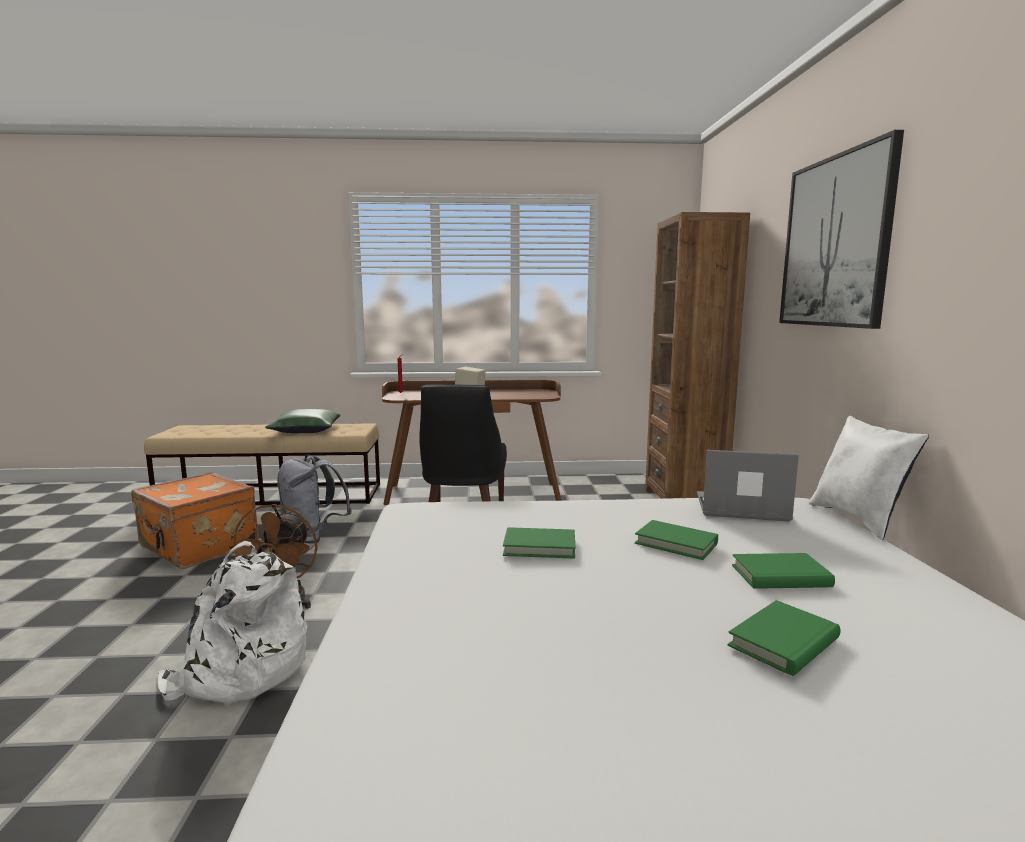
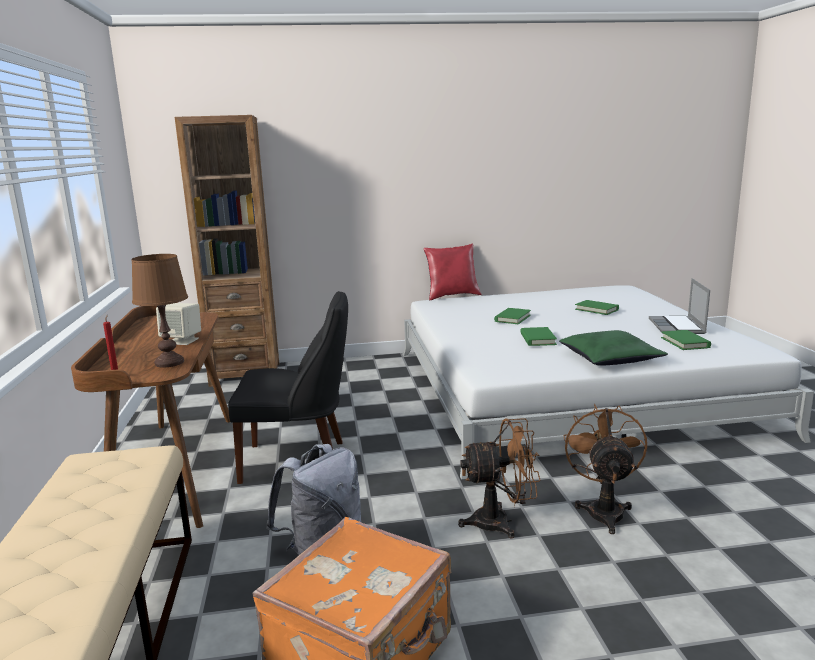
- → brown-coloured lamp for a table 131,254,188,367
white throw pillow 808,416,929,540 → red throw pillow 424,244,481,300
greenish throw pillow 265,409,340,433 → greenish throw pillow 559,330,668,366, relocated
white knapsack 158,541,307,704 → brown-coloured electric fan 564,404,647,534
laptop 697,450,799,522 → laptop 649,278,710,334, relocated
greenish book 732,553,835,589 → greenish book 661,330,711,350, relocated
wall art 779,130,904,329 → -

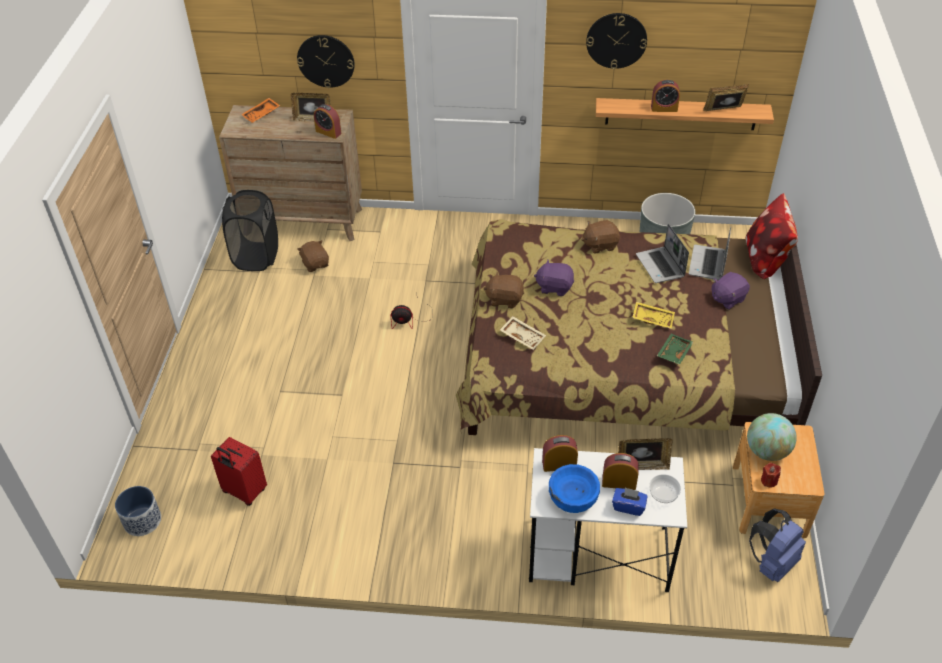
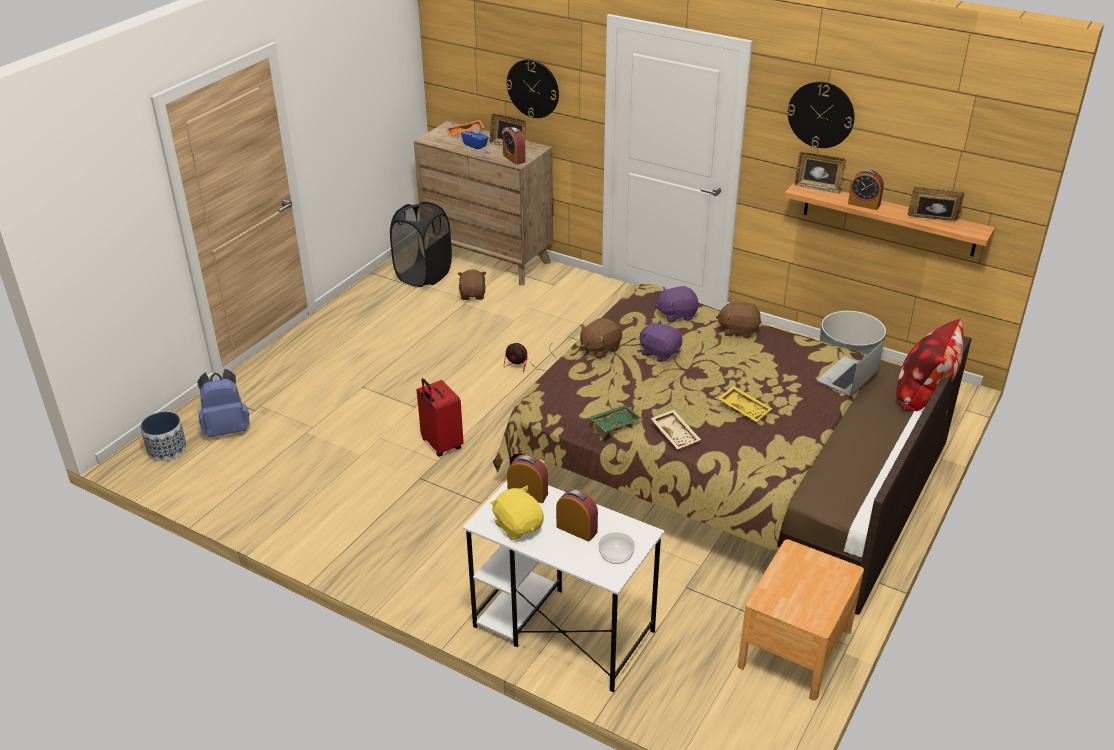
bluish knapsack 749,508,806,582 → bluish knapsack 197,369,250,437, relocated
red suitcase 211,437,267,506 → red suitcase 417,378,464,457, relocated
bluish tissue holder 612,487,648,516 → bluish tissue holder 461,125,489,150, relocated
bluish serving bowl 549,464,600,513 → yellow soft toy 490,485,544,540
brown-coloured soft toy 483,272,524,308 → brown-coloured soft toy 580,318,622,359, 75 degrees counterclockwise
greenish serving tray 657,333,693,365 → greenish serving tray 589,405,643,432, relocated
beige serving tray 500,316,546,350 → beige serving tray 651,410,701,449, relocated
purplish soft toy 712,272,750,310 → purplish soft toy 655,286,699,322, relocated
standing frame 618,438,673,470 → standing frame 795,152,846,194, relocated
laptop 636,224,689,283 → -
desk globe 747,413,797,461 → -
red wax light 761,463,781,487 → -

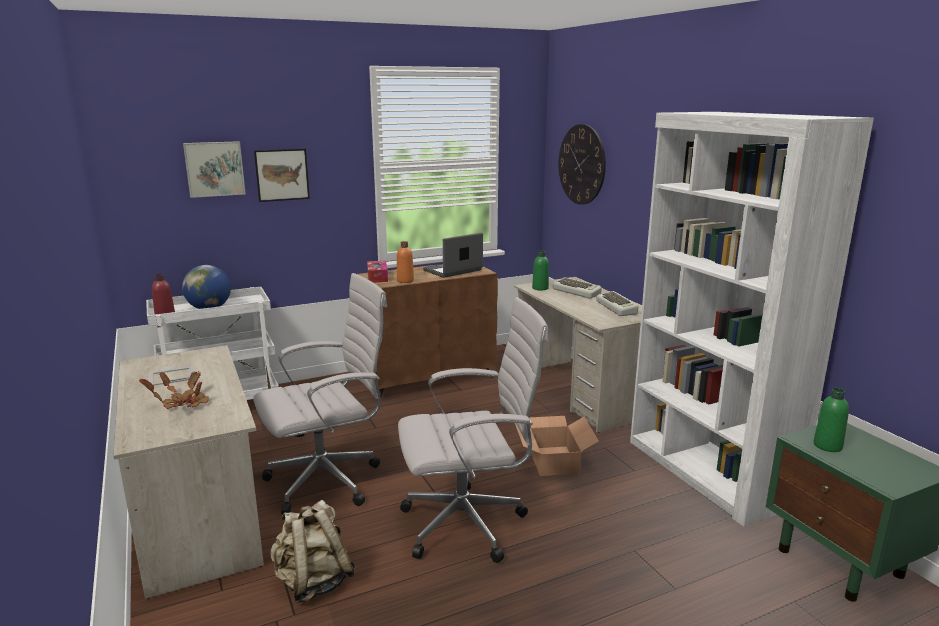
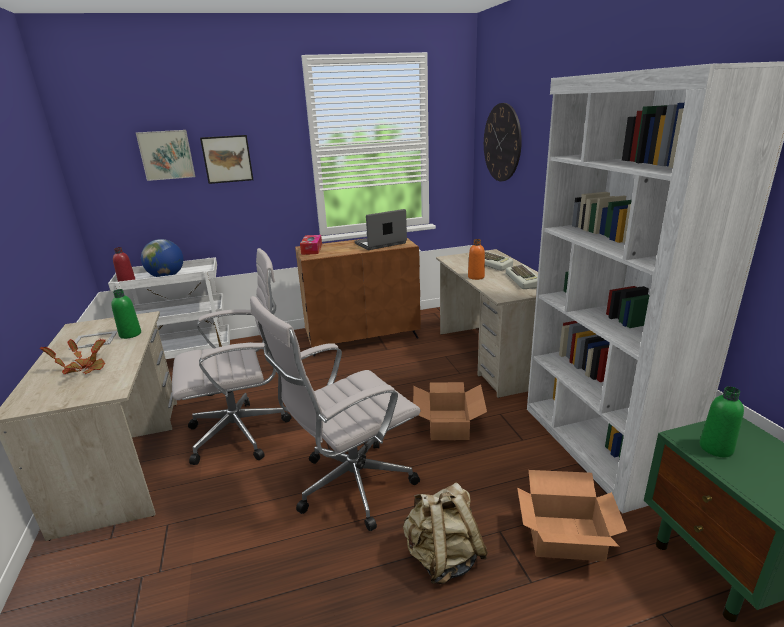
greenish beverage bottle 532,251,549,291 → greenish beverage bottle 111,289,141,339, relocated
white desk chair 398,297,549,563 → white desk chair 250,296,421,531, 150 degrees clockwise
beige knapsack 270,500,356,603 → beige knapsack 403,483,488,584, relocated
orange-coloured beverage bottle 397,241,414,283 → orange-coloured beverage bottle 468,239,485,280, relocated
- → cardboard box 517,470,627,561

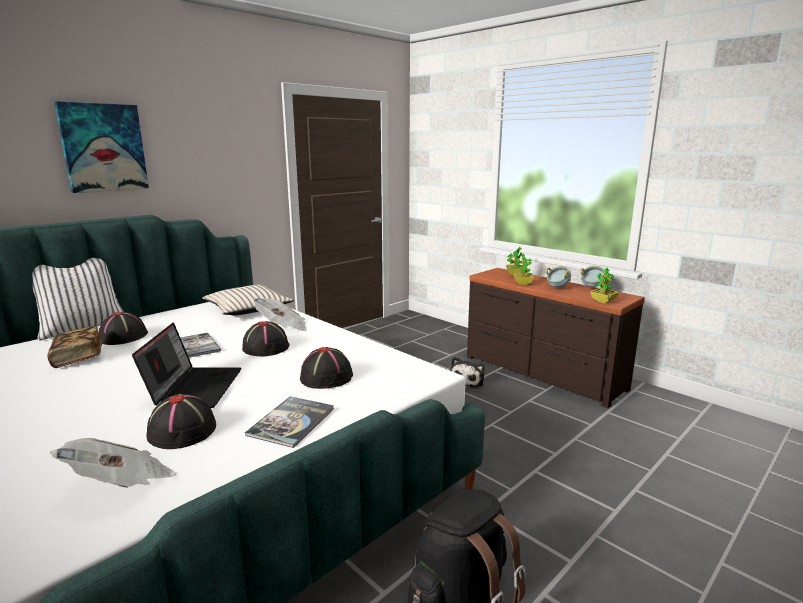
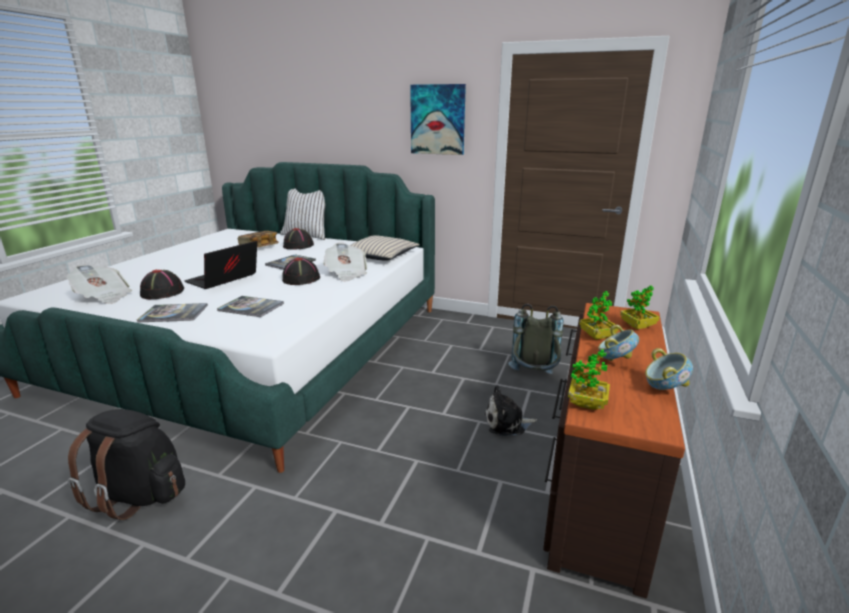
laptop 132,323,242,408 → laptop 184,241,257,289, 150 degrees clockwise
blackish clothing hat 300,347,353,389 → book 217,296,284,317
wall art 54,101,149,193 → wall art 410,84,466,155, relocated
- → grey knapsack 508,304,563,374

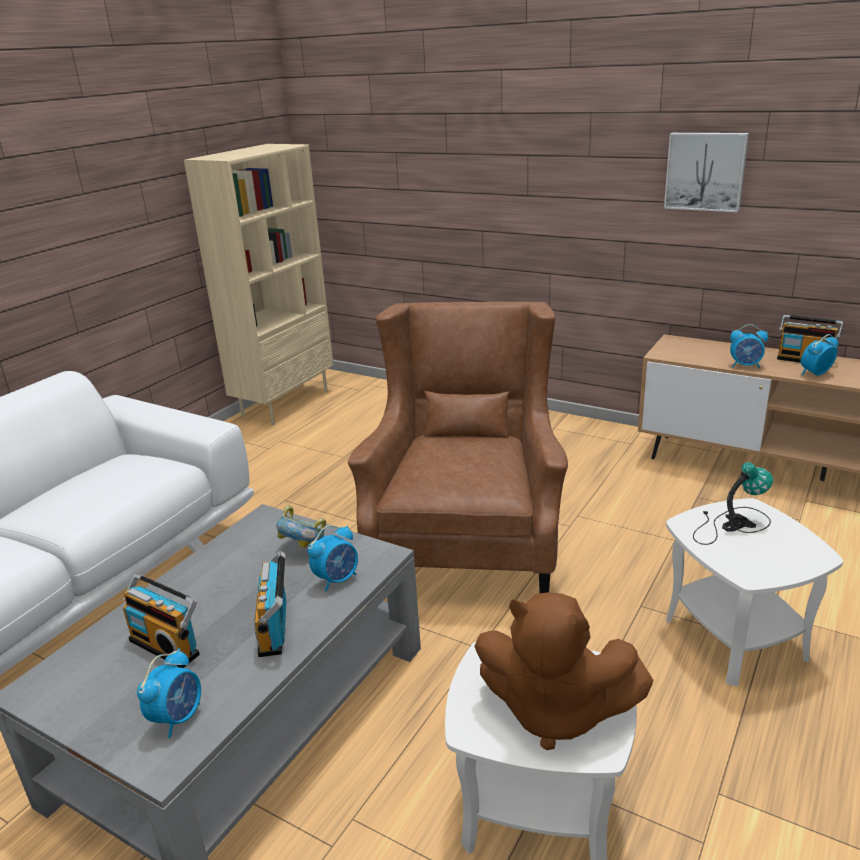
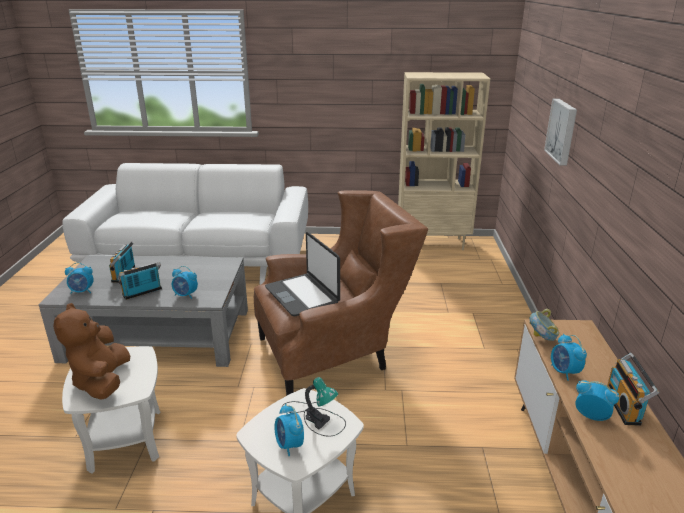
- → laptop 265,232,340,316
- → alarm clock 274,404,304,456
serving bowl 276,505,326,548 → serving bowl 529,309,559,341, relocated
wall art 664,133,749,212 → wall art 544,99,577,166, relocated

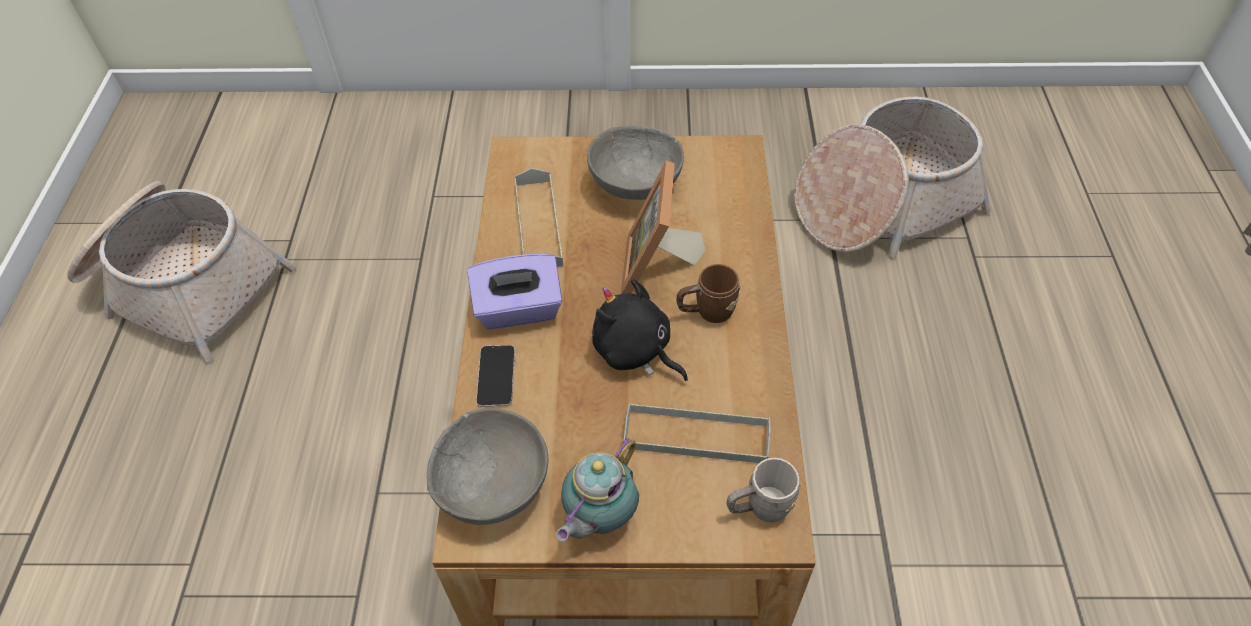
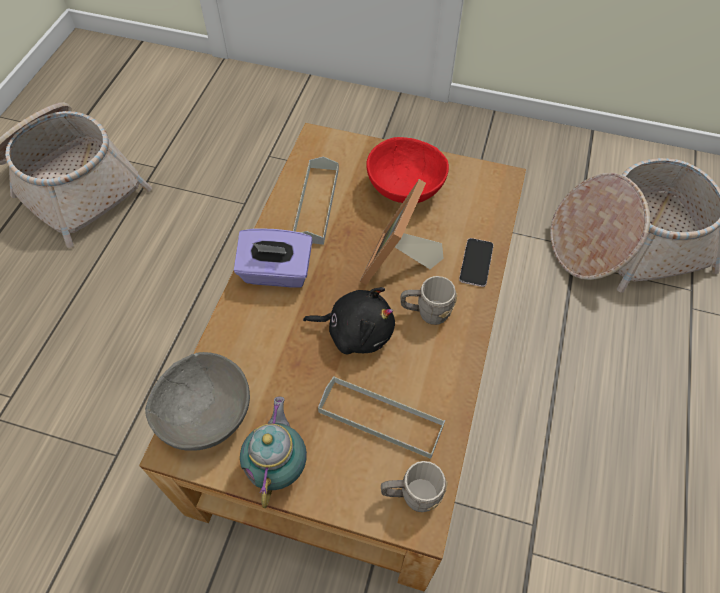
pot for tea 556,437,639,542 → pot for tea 240,397,307,508, 135 degrees clockwise
blackish soft toy 592,279,688,381 → blackish soft toy 303,287,395,355, 135 degrees clockwise
grey serving bowl 587,126,684,200 → red serving bowl 366,137,449,203
brown-coloured tea mug 677,264,741,323 → grey tea mug 401,276,457,325
telephone 476,345,515,407 → telephone 459,238,494,287, relocated

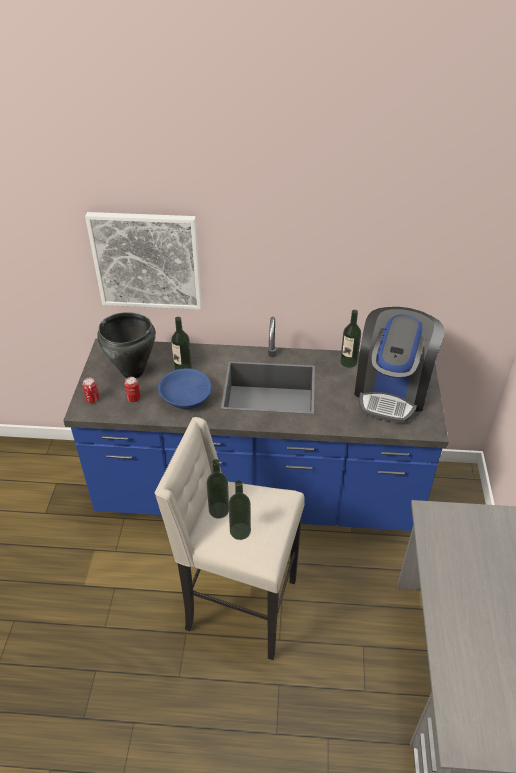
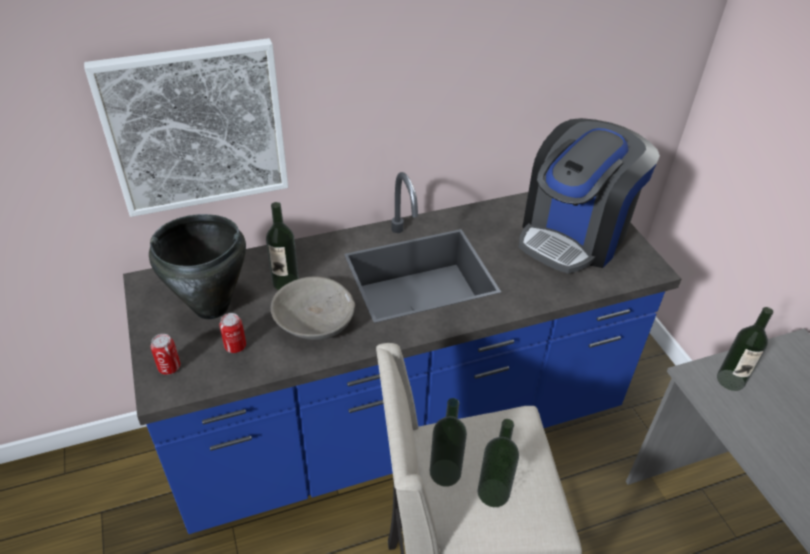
bluish serving bowl 158,368,212,409 → grey serving bowl 271,276,355,340
coffee machine 354,307,445,423 → coffee machine 519,118,660,273, 45 degrees clockwise
beverage bottle 340,310,361,368 → beverage bottle 717,307,773,391, relocated

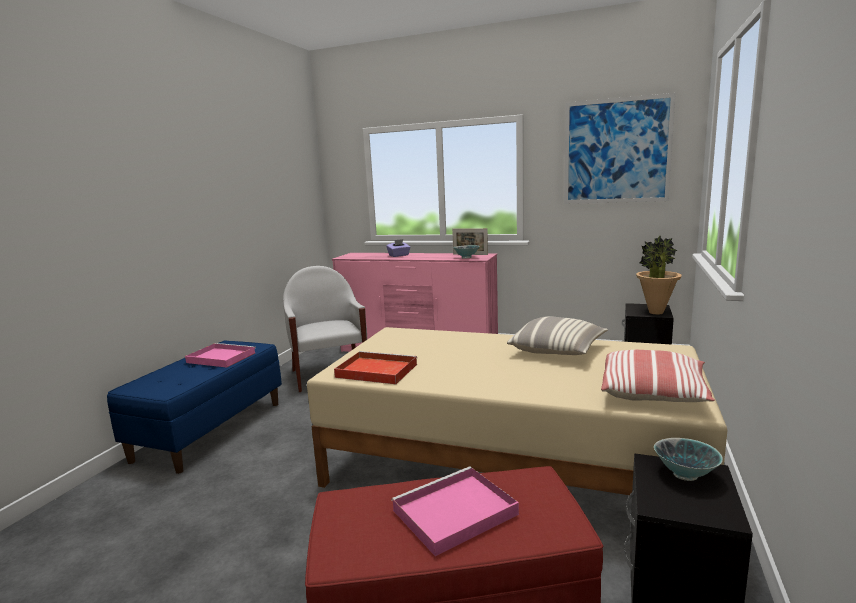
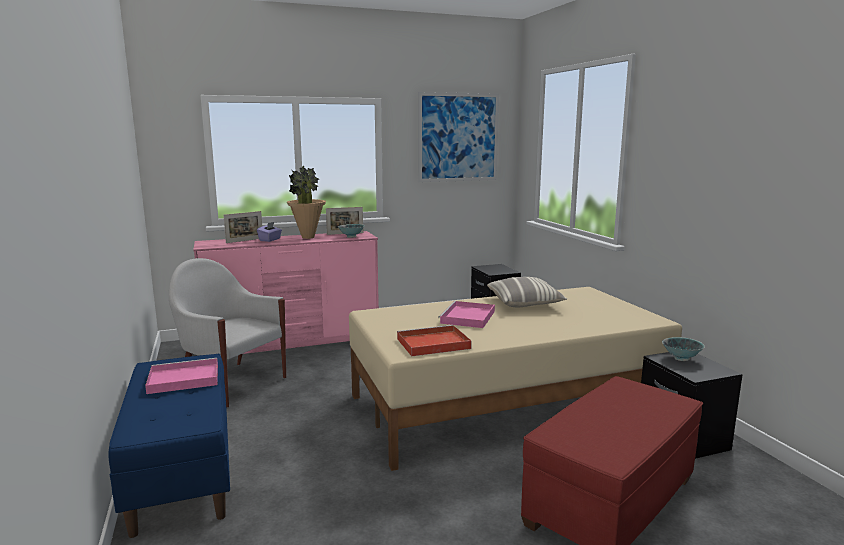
- → standing frame 224,211,262,243
houseplant 636,236,682,315 → houseplant 287,165,326,239, relocated
pink serving tray 391,466,519,556 → pink serving tray 438,301,495,328, relocated
throw pillow 601,350,715,402 → -

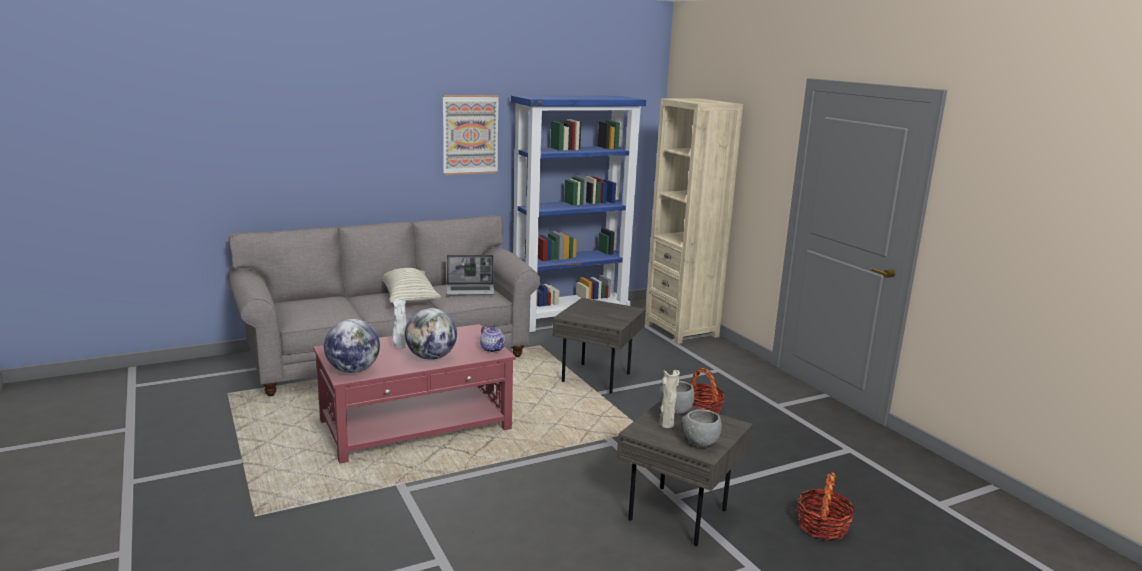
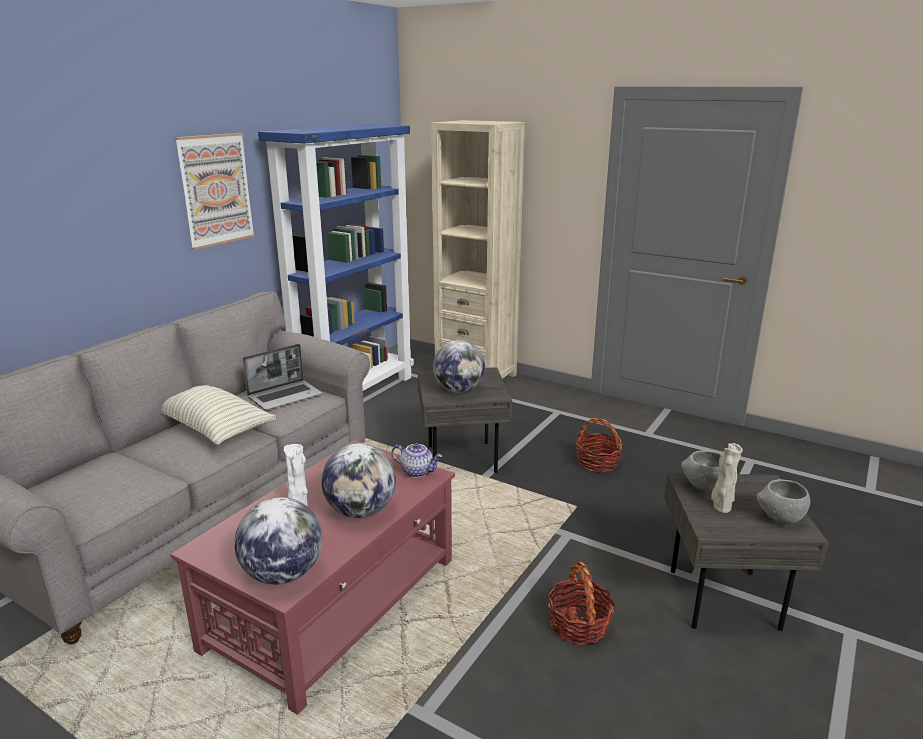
- → desk globe 433,340,485,393
storage basket 797,472,855,540 → storage basket 547,561,616,645, relocated

